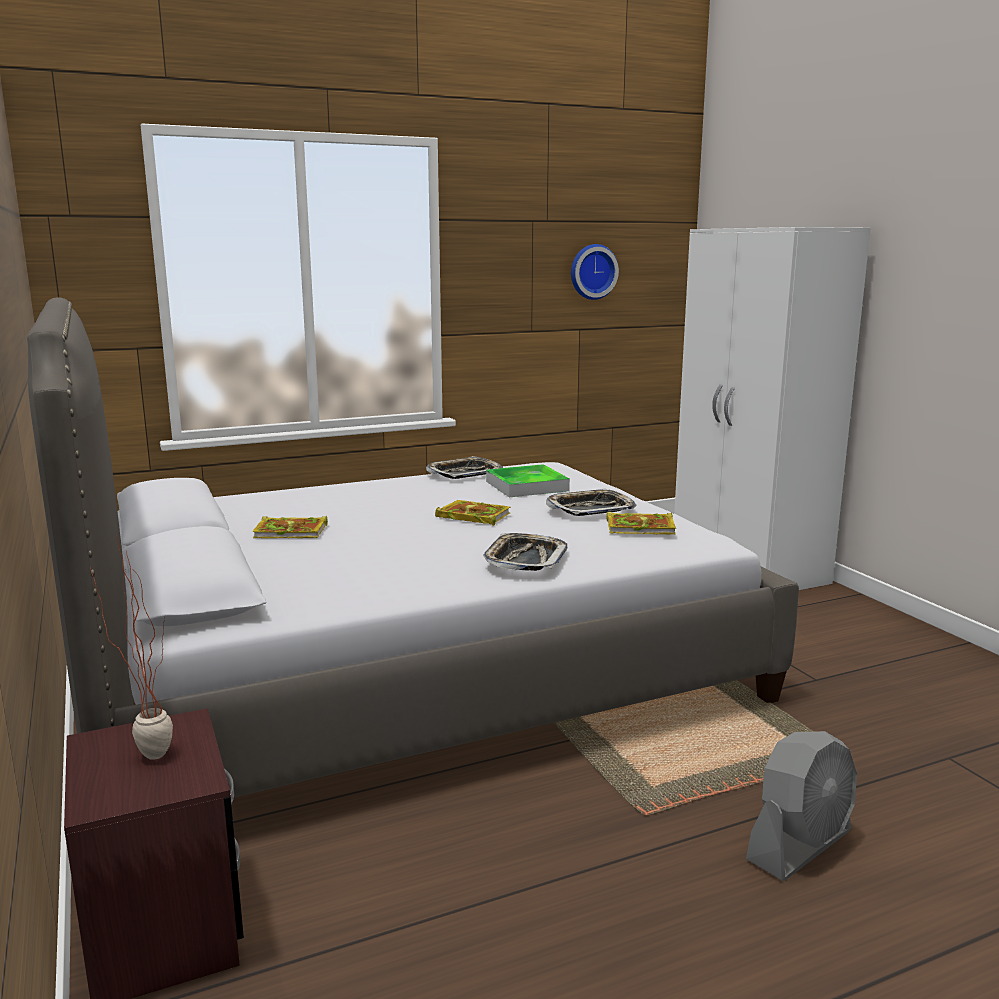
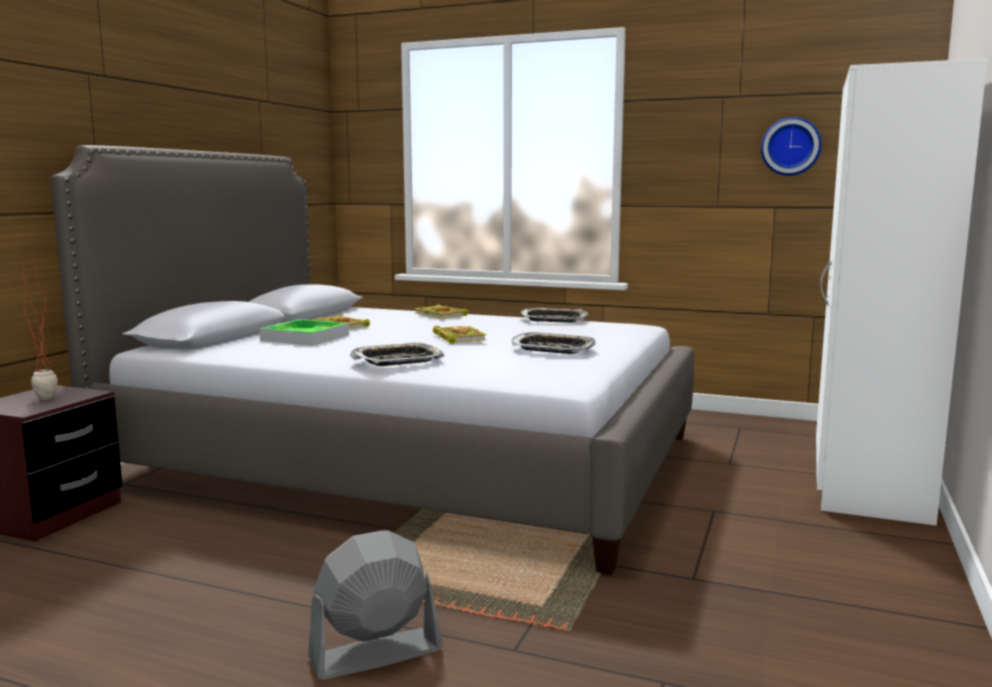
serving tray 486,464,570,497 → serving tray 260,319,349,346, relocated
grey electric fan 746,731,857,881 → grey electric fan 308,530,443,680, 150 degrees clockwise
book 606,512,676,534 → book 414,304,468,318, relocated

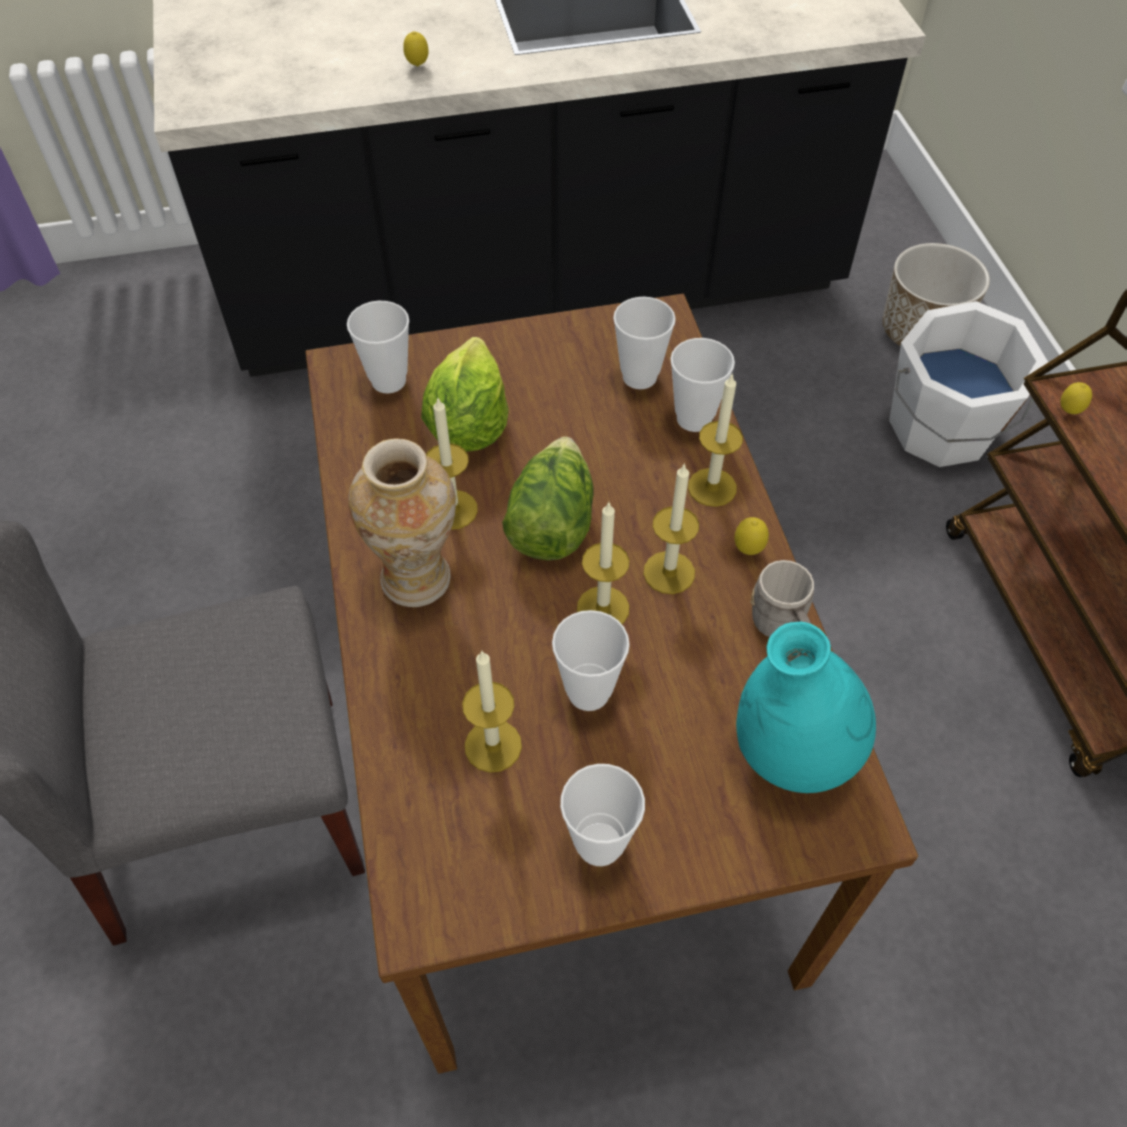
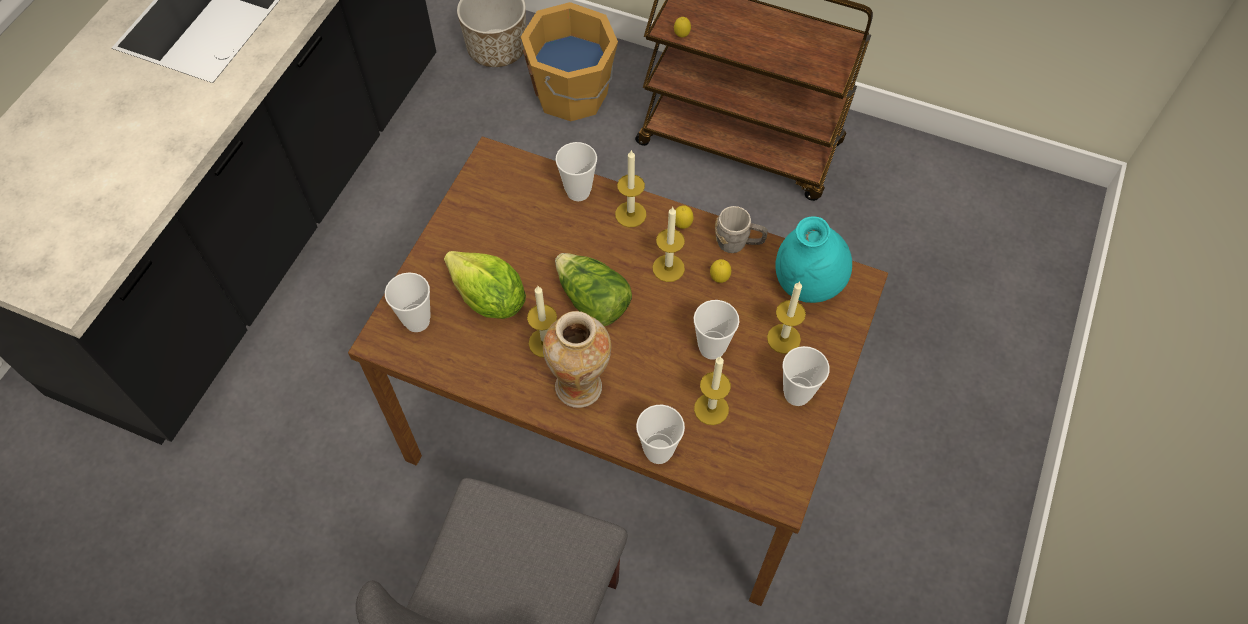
white pail 889,301,1048,467 → orange-coloured pail 521,2,618,121
small cup 613,297,676,389 → small cup 636,405,685,464, relocated
whole lemon 403,31,429,67 → whole lemon 710,259,731,283, relocated
wax light 577,503,630,624 → wax light 767,281,806,354, relocated

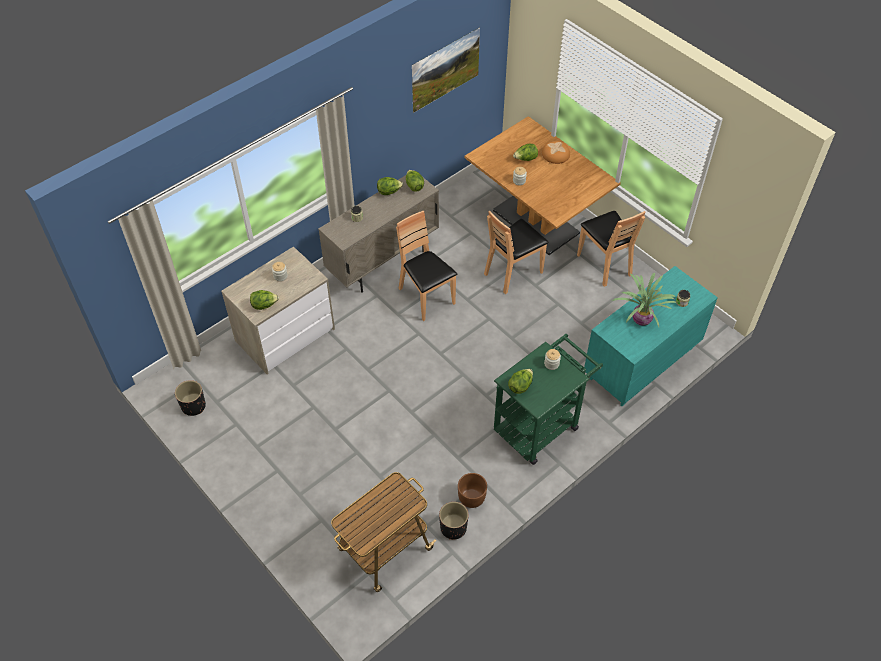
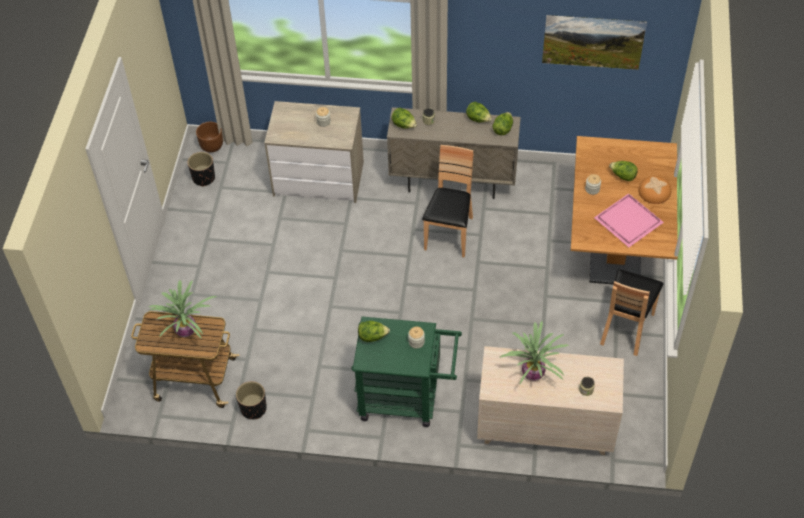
- → houseplant 149,280,217,339
brown-coloured plant pot 458,473,487,508 → brown-coloured plant pot 196,122,223,153, relocated
lettuce head 250,290,279,310 → lettuce head 392,108,417,129, relocated
turquoise-coloured dresser 584,266,718,406 → beige dresser 477,346,624,455
- → pink serving tray 594,194,664,247
brown-coloured plain chair 484,210,548,294 → -

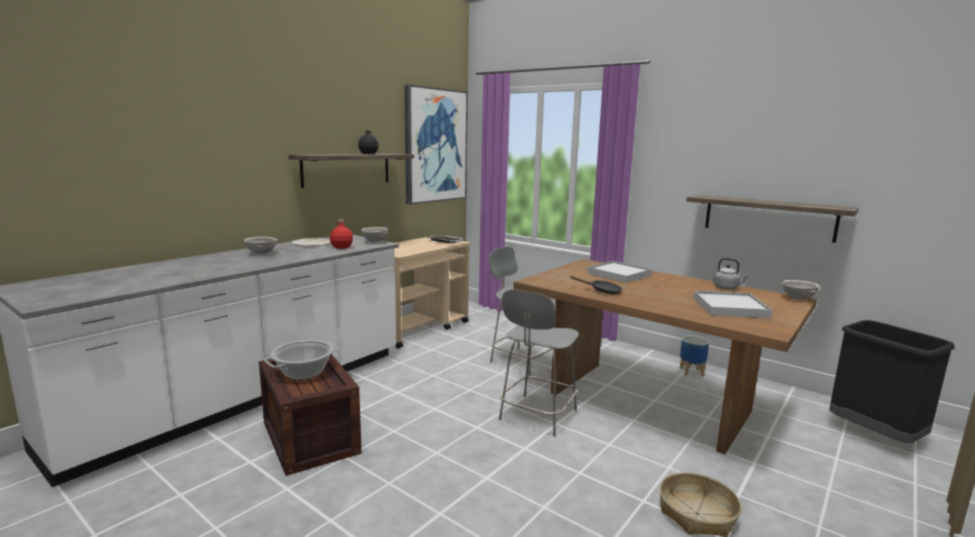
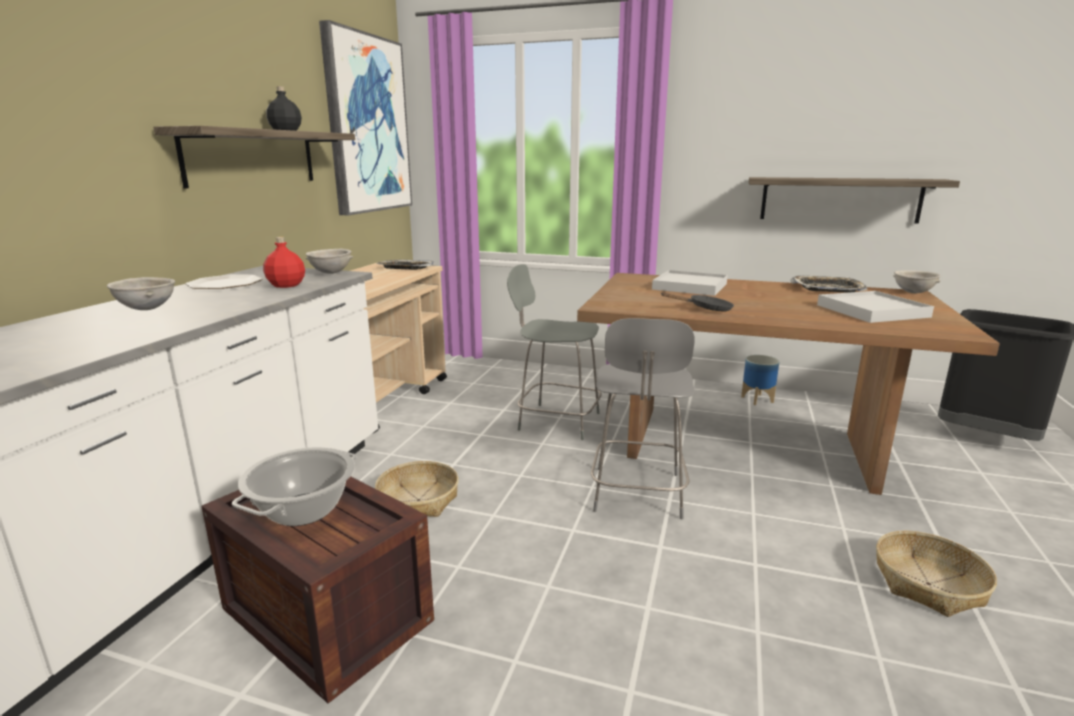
- → storage basket 375,461,459,517
grey tea kettle 713,258,749,290 → serving tray 790,276,867,293

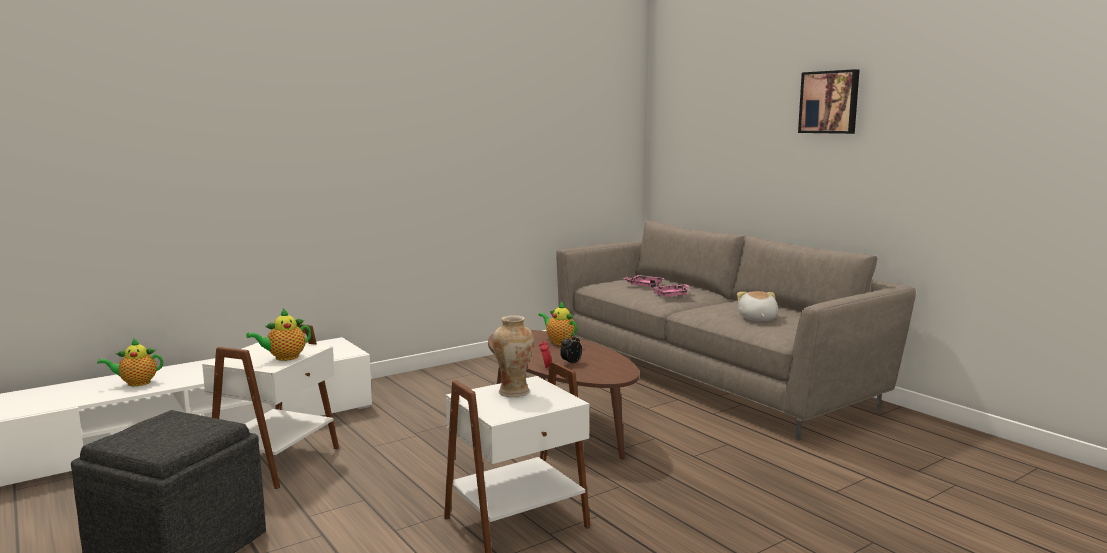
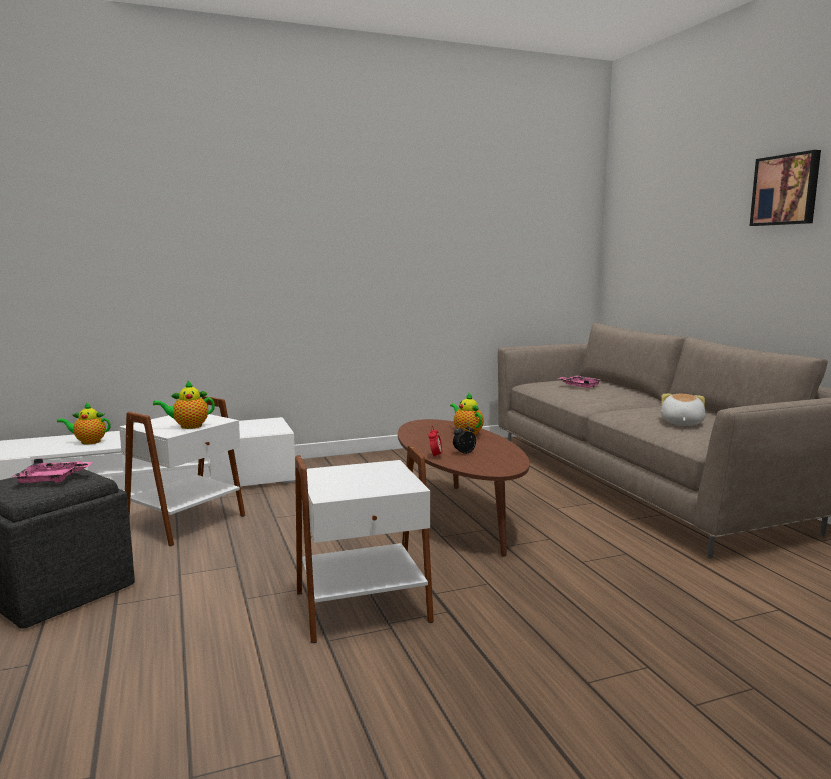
pink serving tray 651,284,691,297 → pink serving tray 12,458,93,483, relocated
vase 492,315,533,397 → -

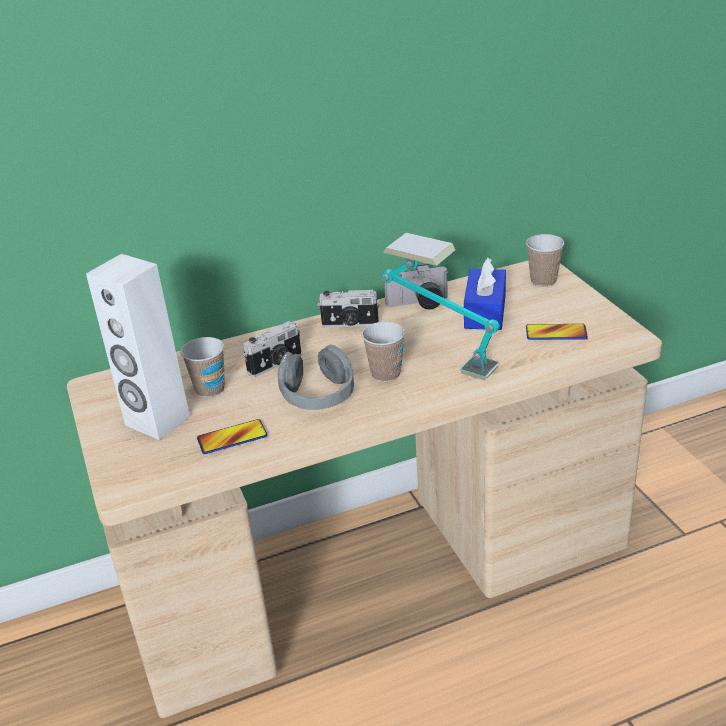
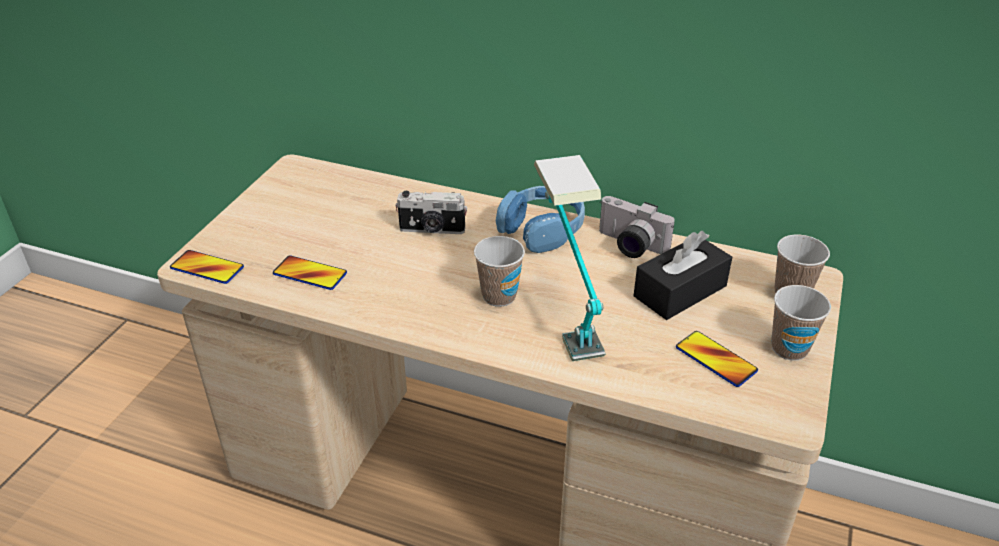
- → telephone 170,250,244,284
photo camera 318,290,380,327 → bluish headphones 496,186,585,253
bluish tissue holder 464,258,506,330 → blackish tissue holder 634,231,732,320
small cup 181,337,225,398 → small cup 771,285,831,360, relocated
white speaker 86,254,190,440 → -
grey headphones 278,344,354,410 → -

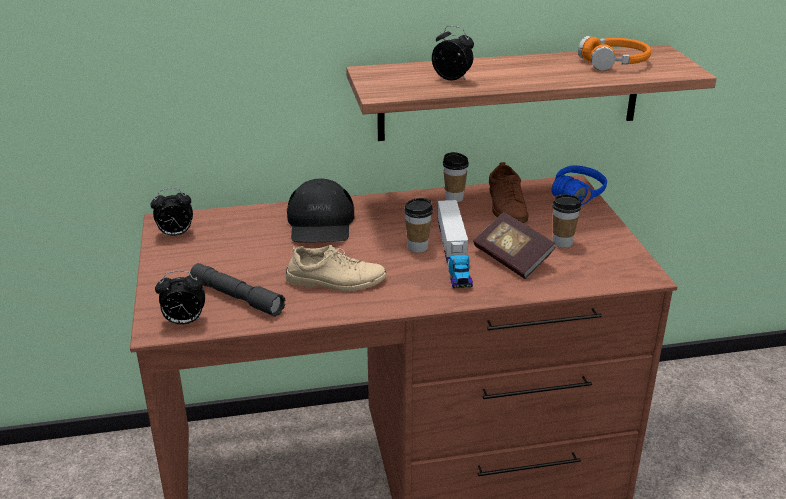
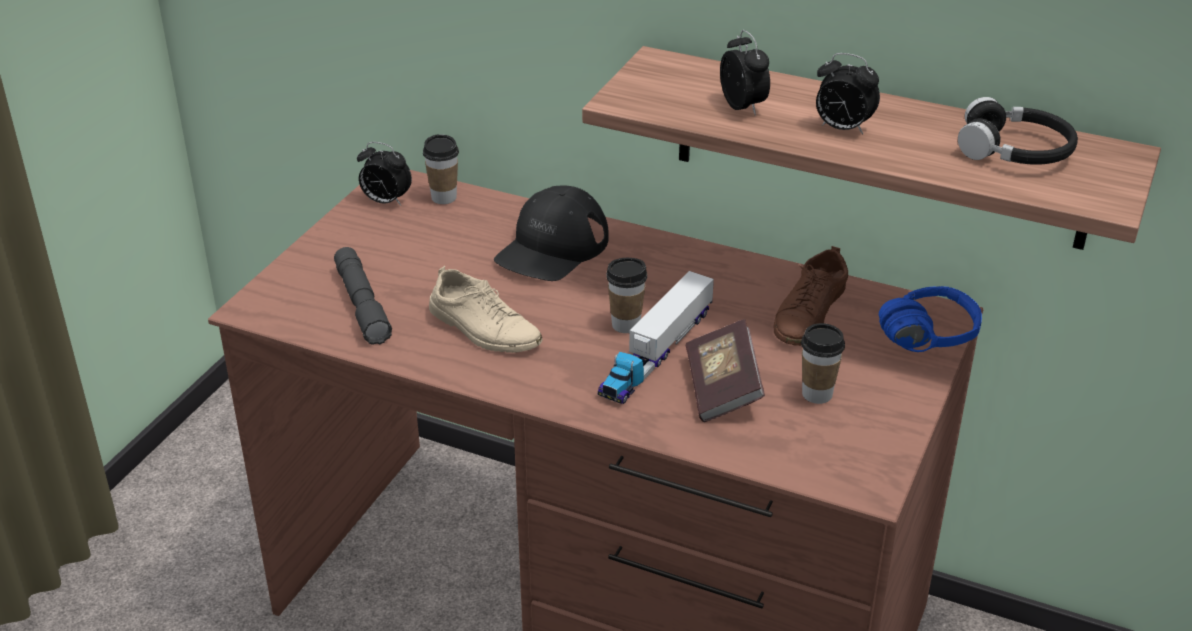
small cup 443,152,469,202 → small cup 423,134,459,204, relocated
alarm clock 155,271,205,325 → alarm clock 816,53,880,134, relocated
orange-coloured headphones 578,36,651,71 → blackish headphones 958,97,1078,165

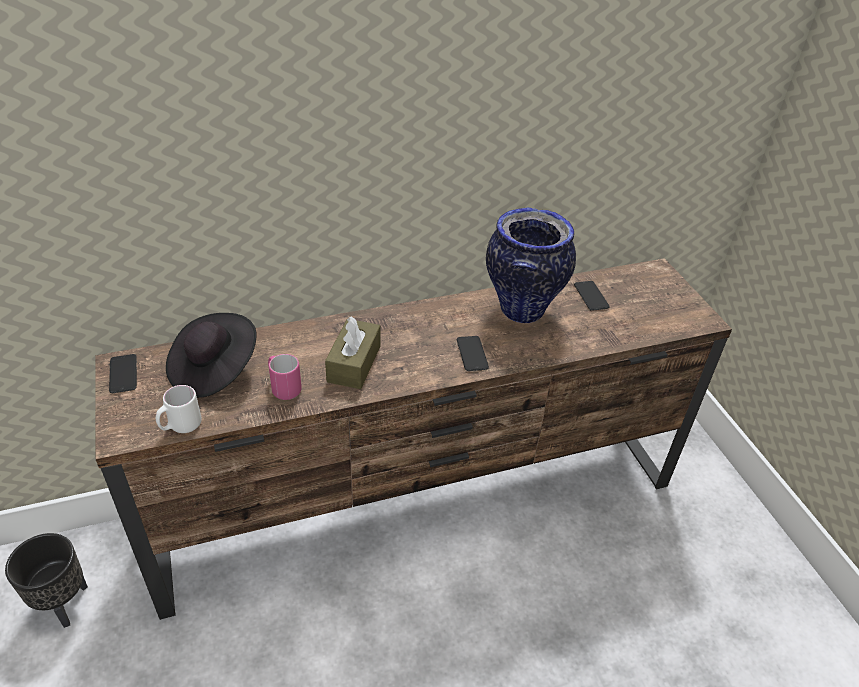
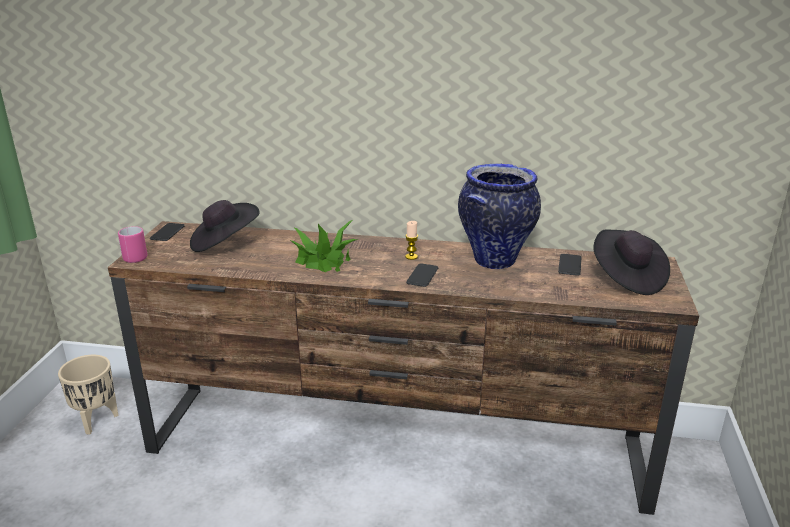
blackish plant pot 5,533,88,628 → beige plant pot 58,355,118,434
pink tea mug 268,354,302,400 → pink tea mug 118,226,147,263, relocated
brown-coloured tissue holder 325,316,381,389 → houseplant 290,220,357,272
- → wax light 405,221,418,260
- → blackish clothing hat 593,229,670,295
white tea mug 156,385,202,433 → -

